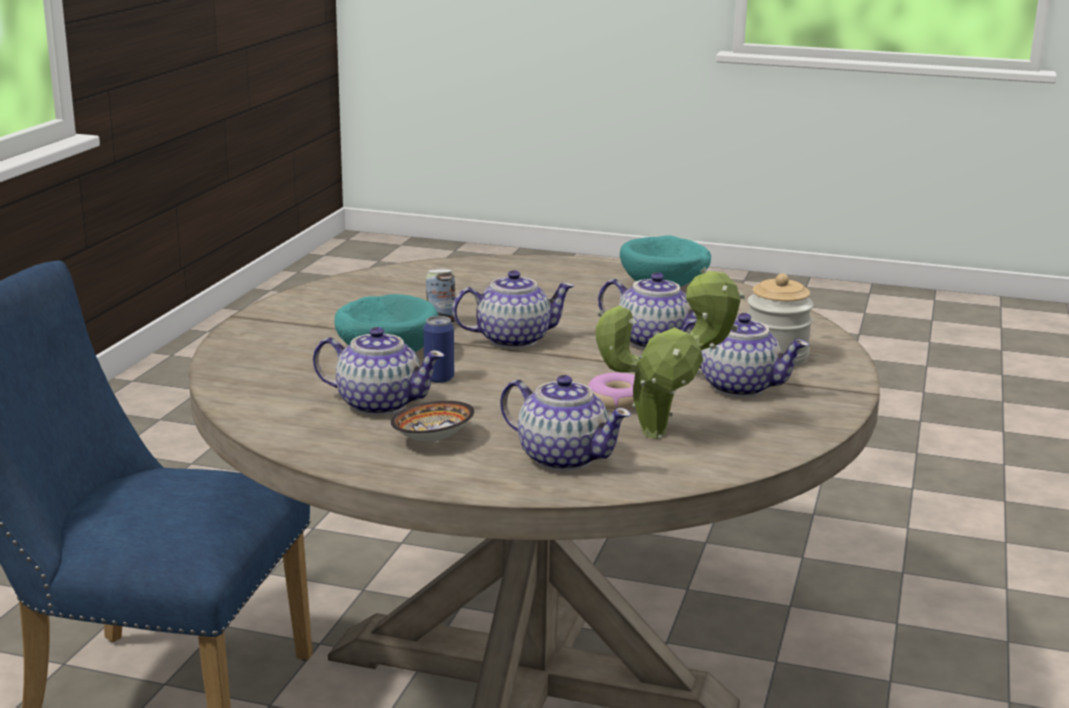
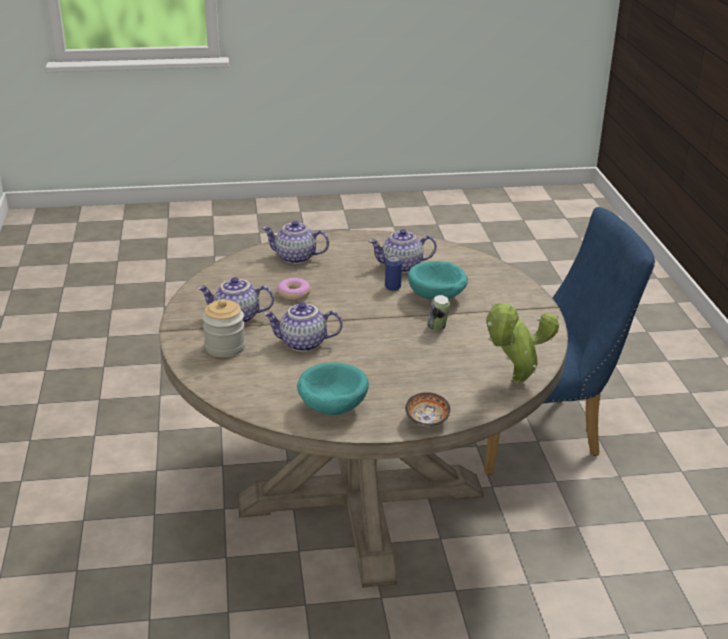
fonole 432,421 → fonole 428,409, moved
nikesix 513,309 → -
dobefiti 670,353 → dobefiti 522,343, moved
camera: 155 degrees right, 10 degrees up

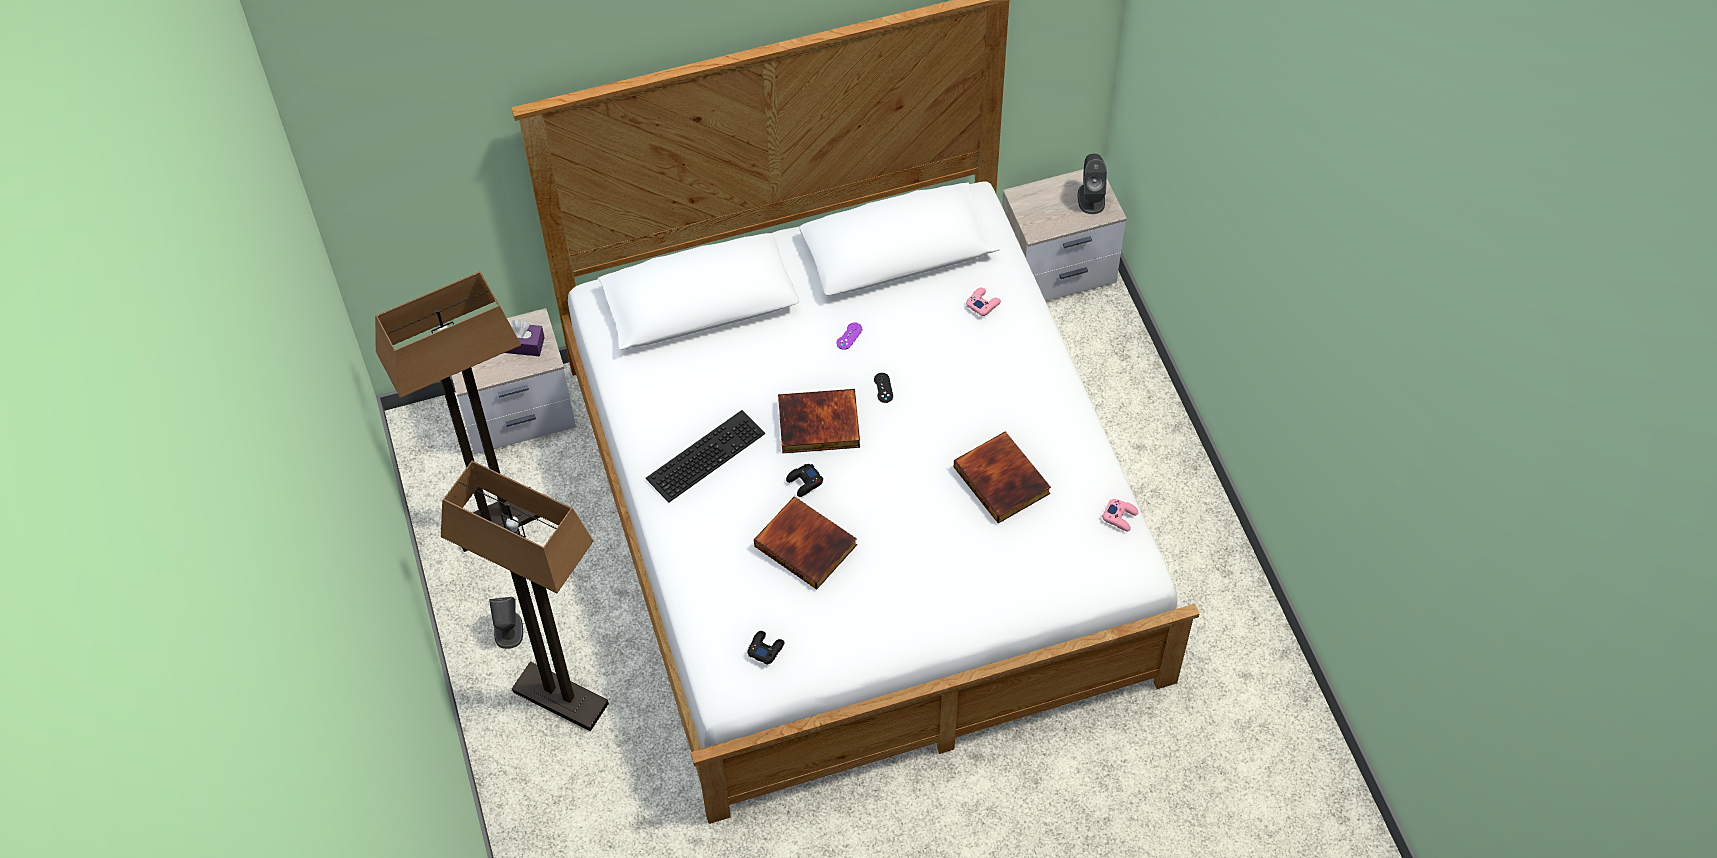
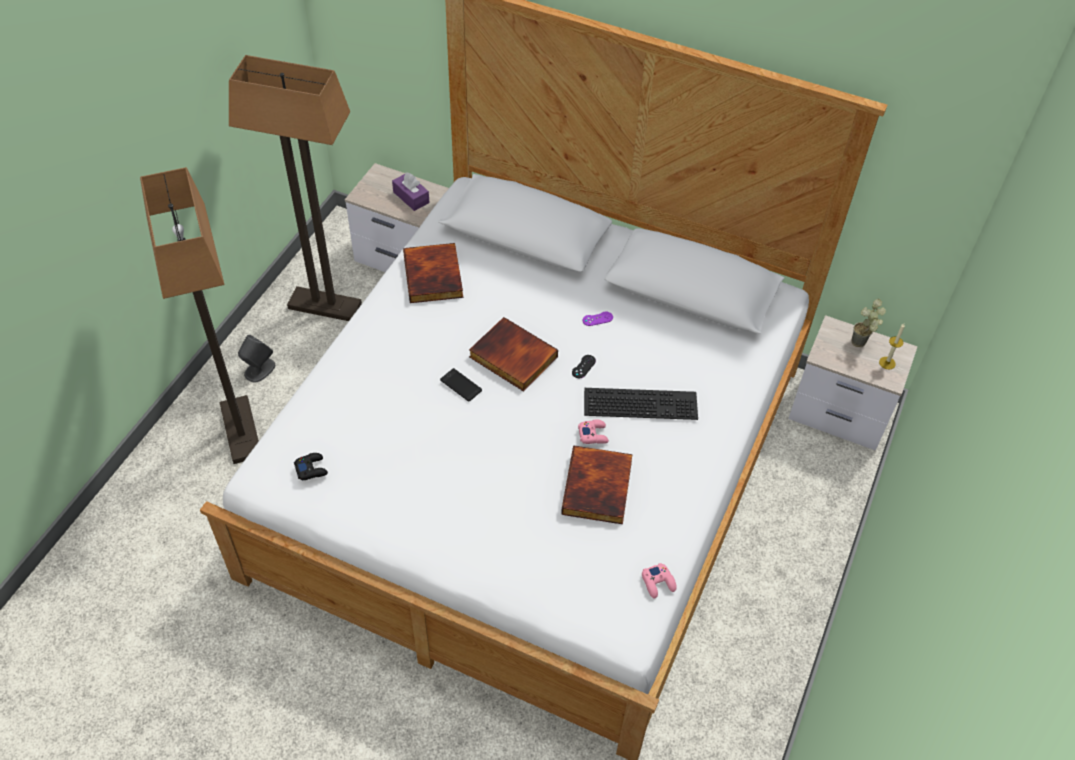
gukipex 705,456 → gukipex 641,404, moved
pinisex 805,542 → pinisex 433,273, moved
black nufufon 804,480 → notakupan 461,385
pink nufufon 983,302 → pink nufufon 593,432, moved
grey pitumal 1092,184 → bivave 892,347
- → dobefiti 869,323
camera: 40 degrees right, 5 degrees down

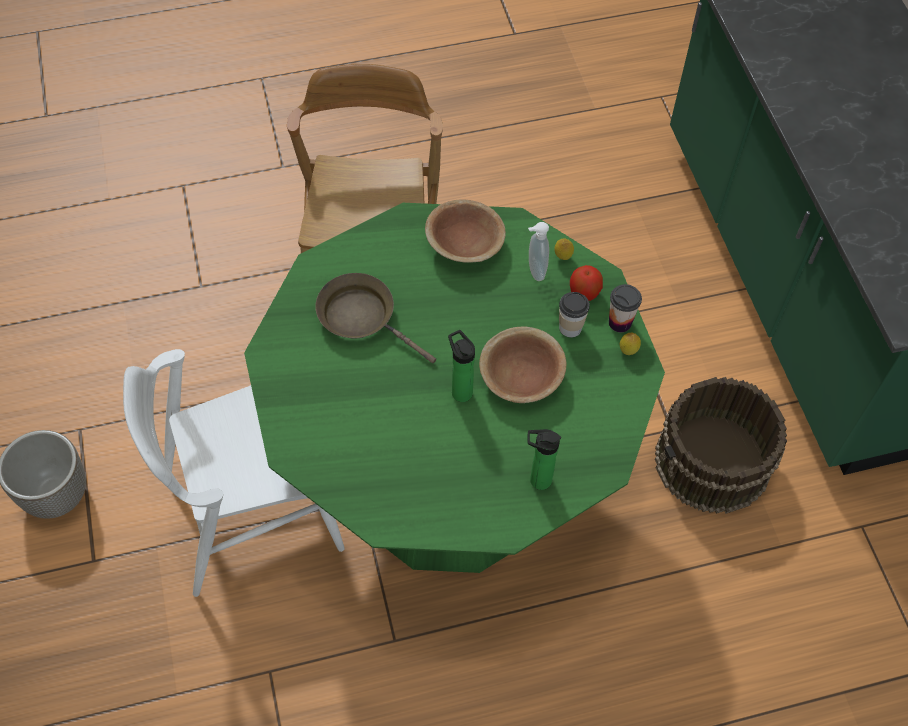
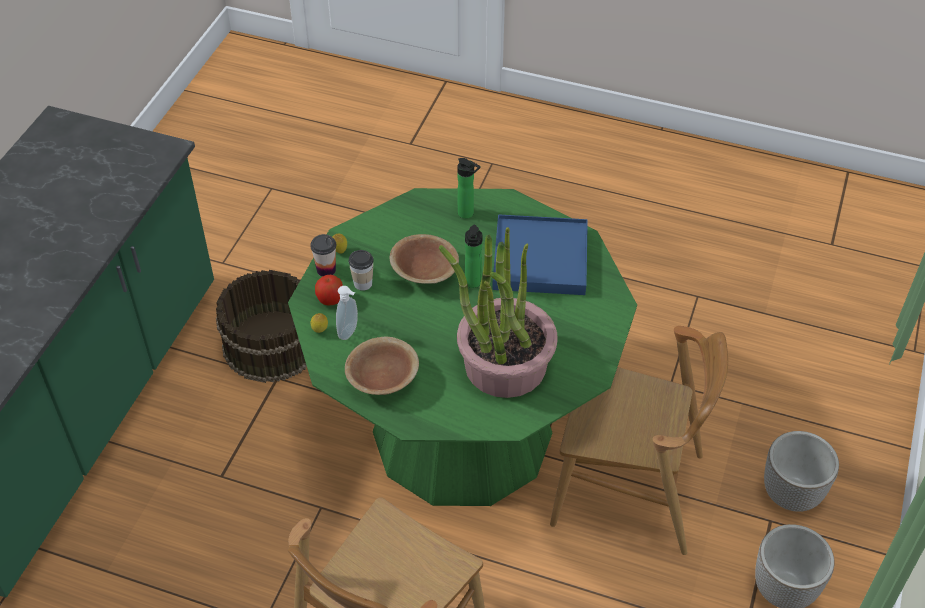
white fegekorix 234,473 → brown fegekorix 639,440
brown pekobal 376,318 → dobefiti 498,312
- → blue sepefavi 540,254
- → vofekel 801,471
camera: 145 degrees left, 10 degrees down

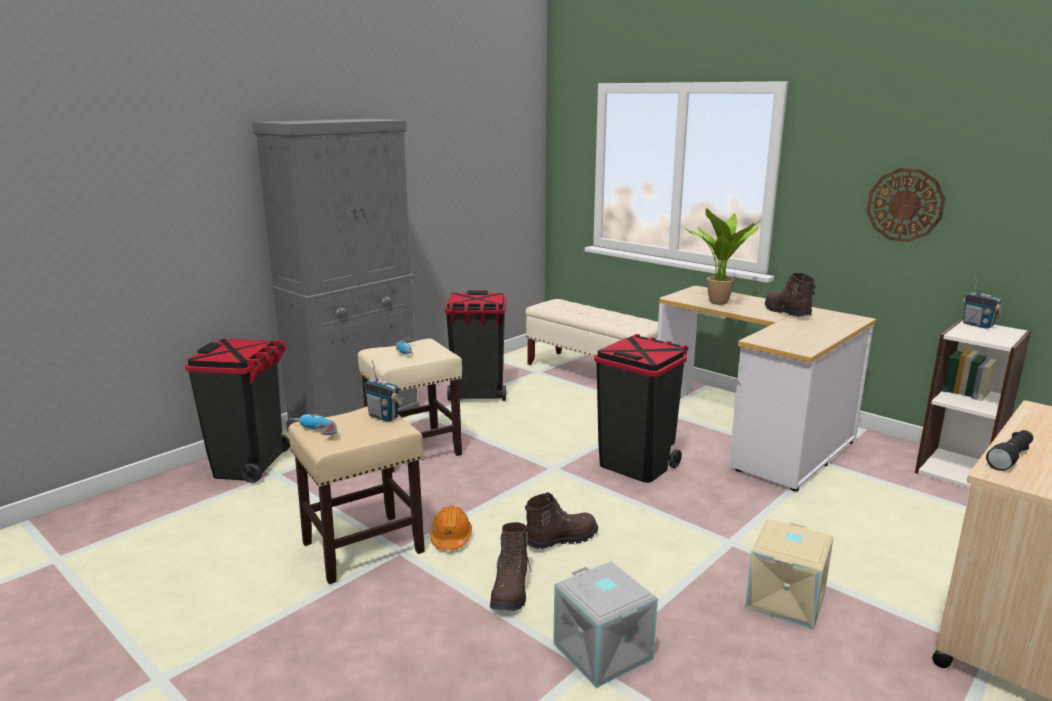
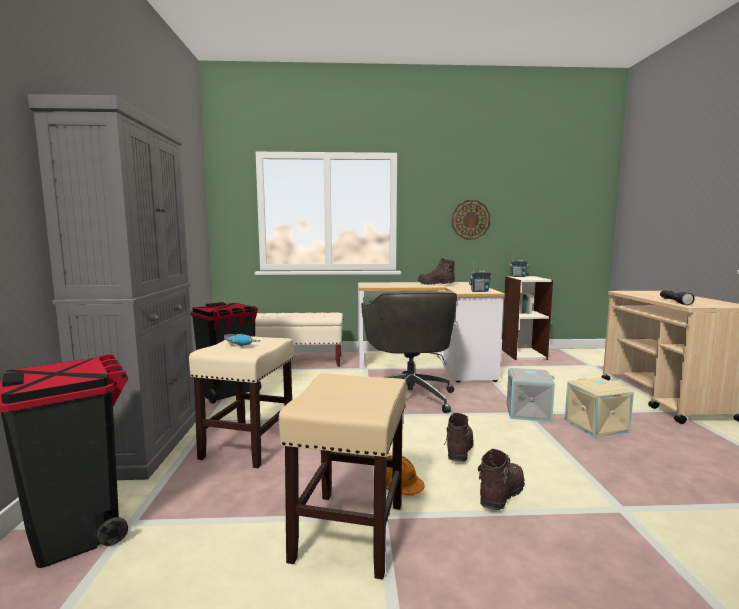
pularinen 313,424 → -
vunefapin 383,391 → vunefapin 480,277, moved
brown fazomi 511,566 → brown fazomi 501,479, 105 degrees counterclockwise
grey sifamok 605,624 → grey sifamok 531,395, moved
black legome 641,408 → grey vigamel 409,352
dobefiti 721,256 → -
camera: 45 degrees left, 10 degrees down

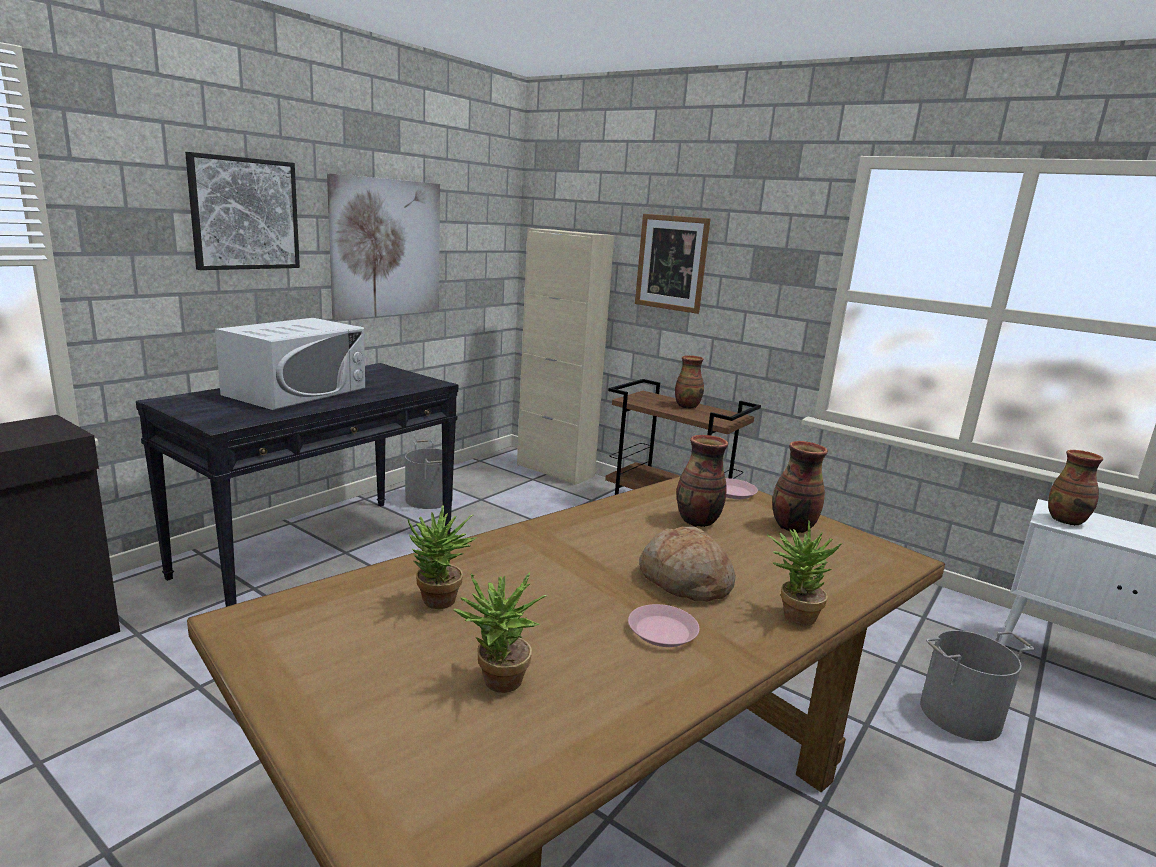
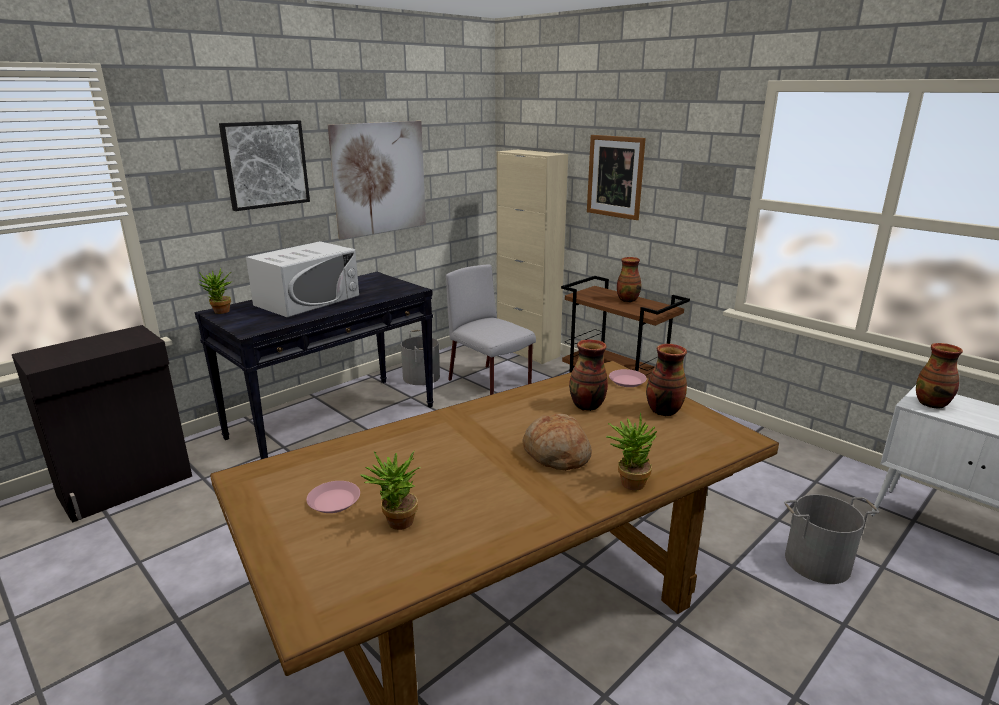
dobefiti 443,557 → dobefiti 215,291, moved
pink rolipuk 663,625 → pink rolipuk 333,497, moved
- → grey fegekorix 491,329
camera: 10 degrees right, 5 degrees up

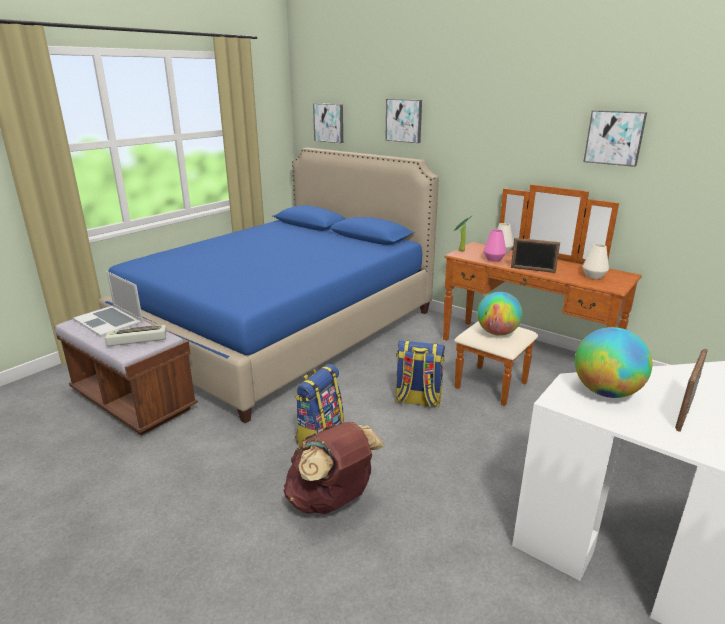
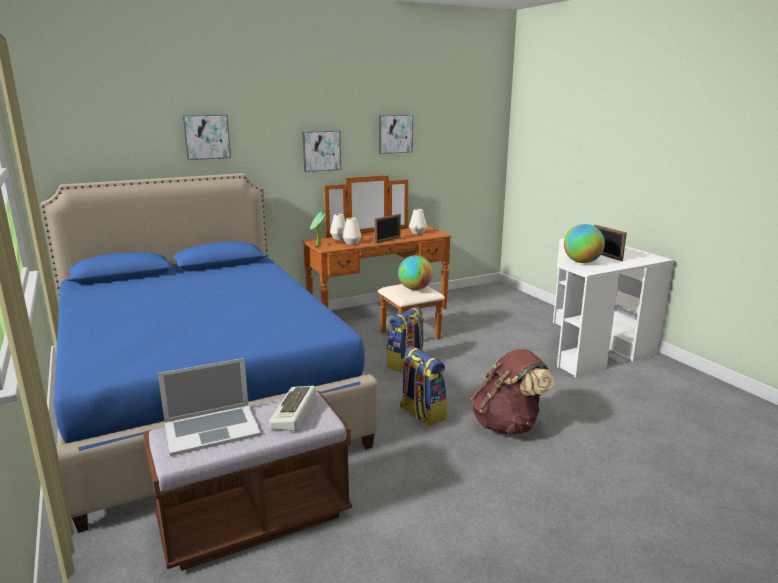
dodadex 328,123 → dodadex 321,151, moved
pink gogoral 494,245 → white gogoral 351,231
camera: 65 degrees left, 5 degrees down

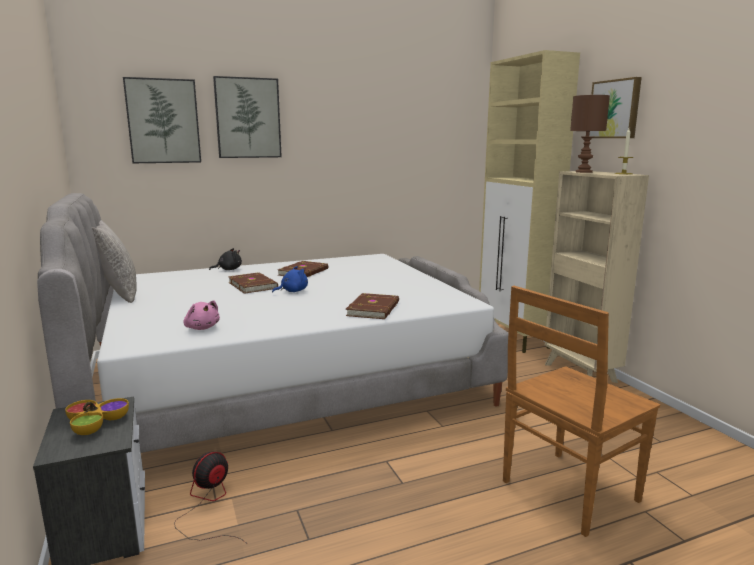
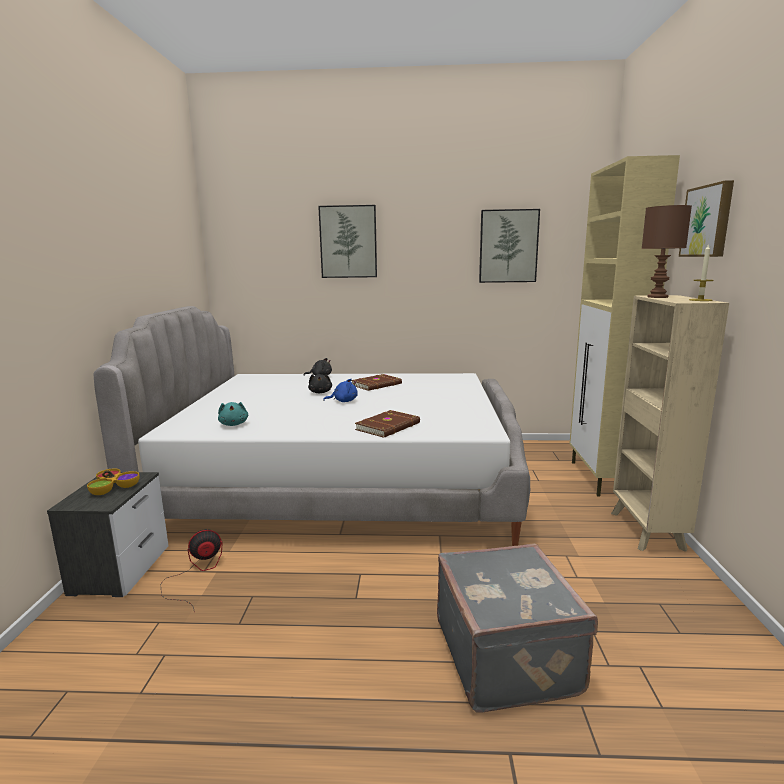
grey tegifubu 114,261 → -
dodadex 162,120 → dodadex 509,246, moved
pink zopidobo 201,315 → turquoise zopidobo 233,414
brown pinisex 253,283 → black zopidobo 320,383
brown fegekorix 581,411 → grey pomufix 517,628
camera: 25 degrees right, 0 degrees up

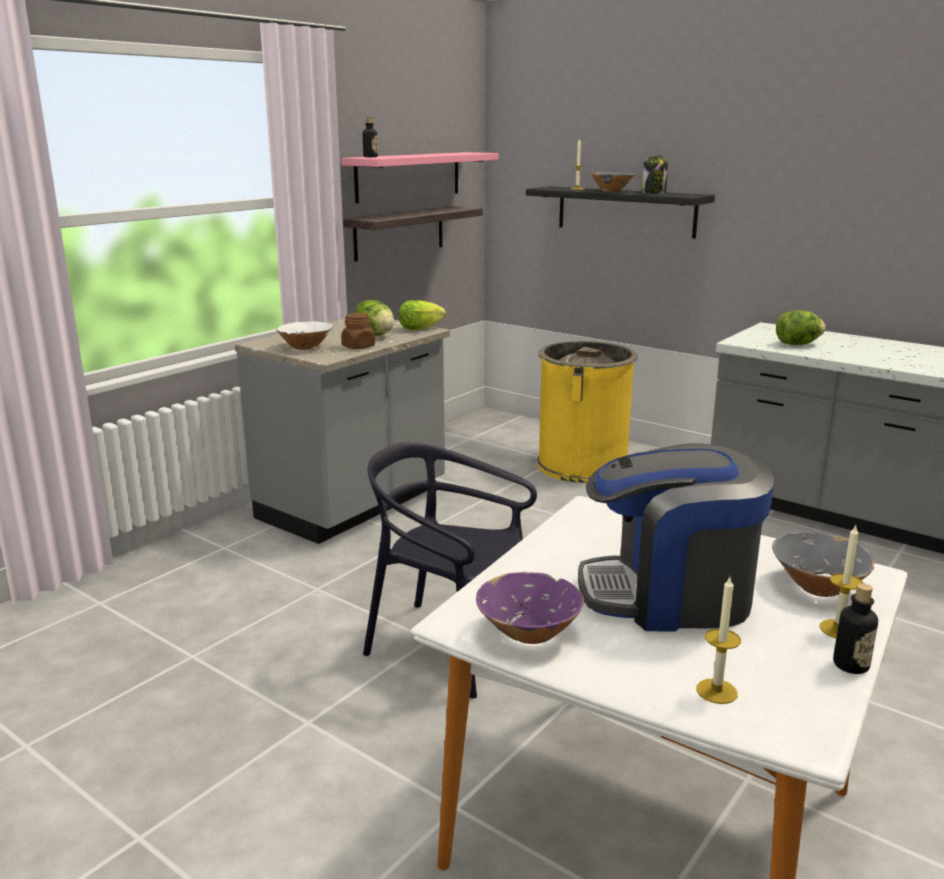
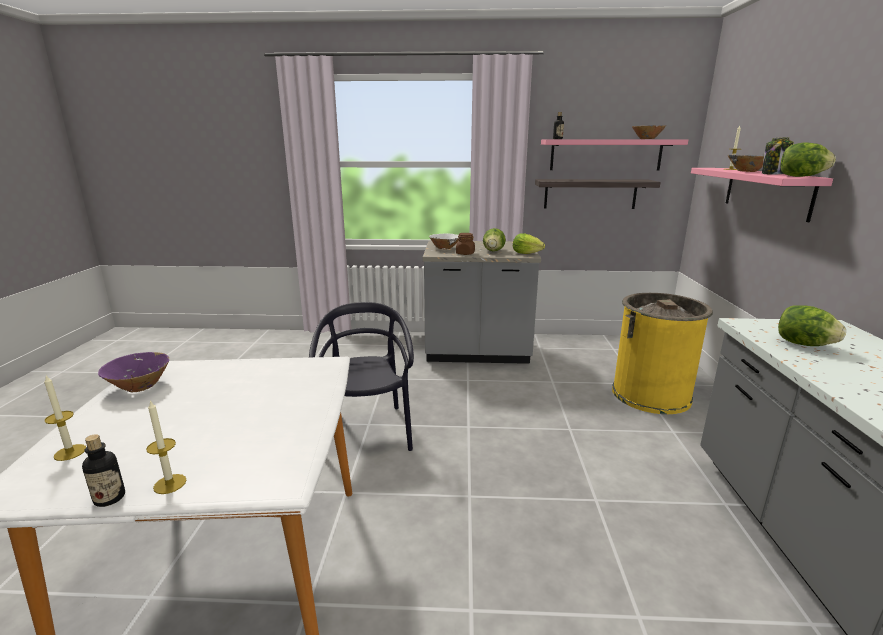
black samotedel 620,212 → pink samotedel 762,195
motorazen 676,537 → -
grey fonole 823,564 → grey fonole 649,132, moved
- → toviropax 808,160
camera: 55 degrees right, 0 degrees up

